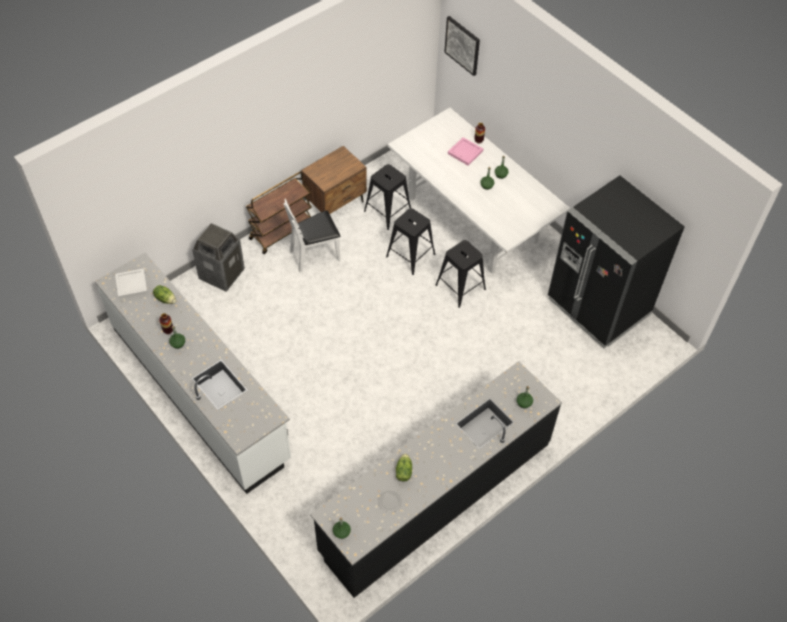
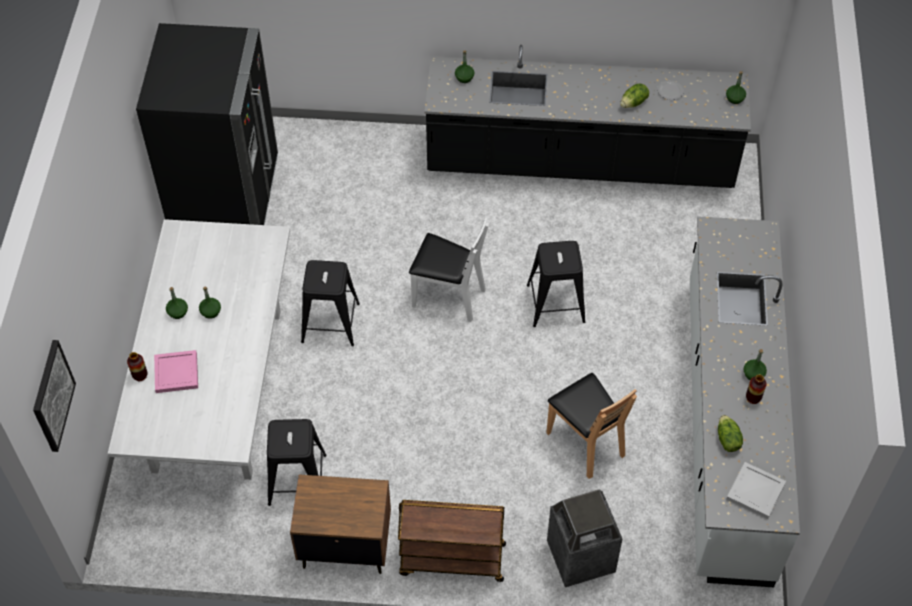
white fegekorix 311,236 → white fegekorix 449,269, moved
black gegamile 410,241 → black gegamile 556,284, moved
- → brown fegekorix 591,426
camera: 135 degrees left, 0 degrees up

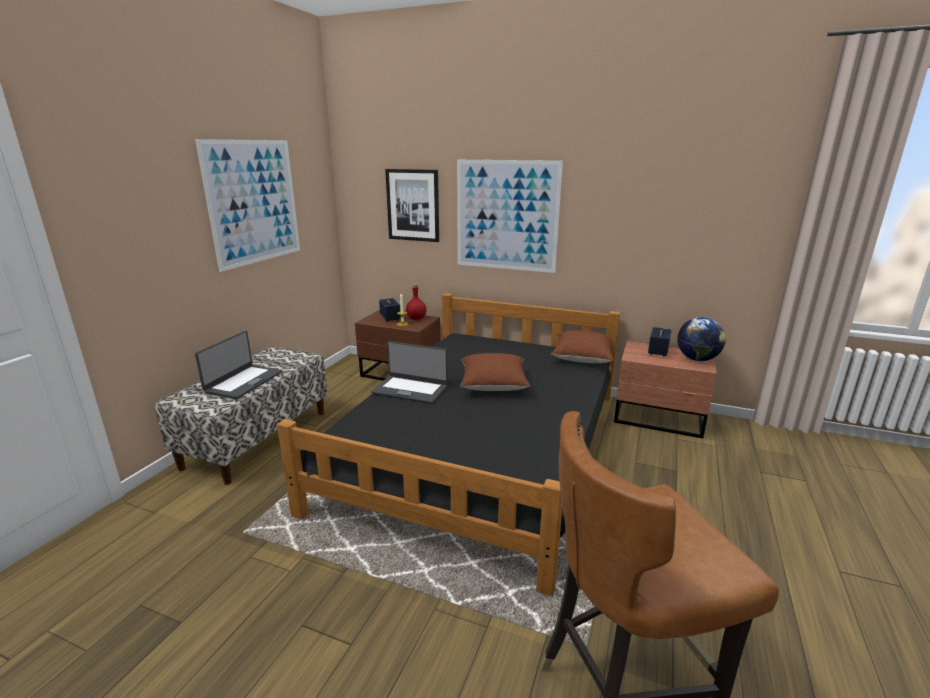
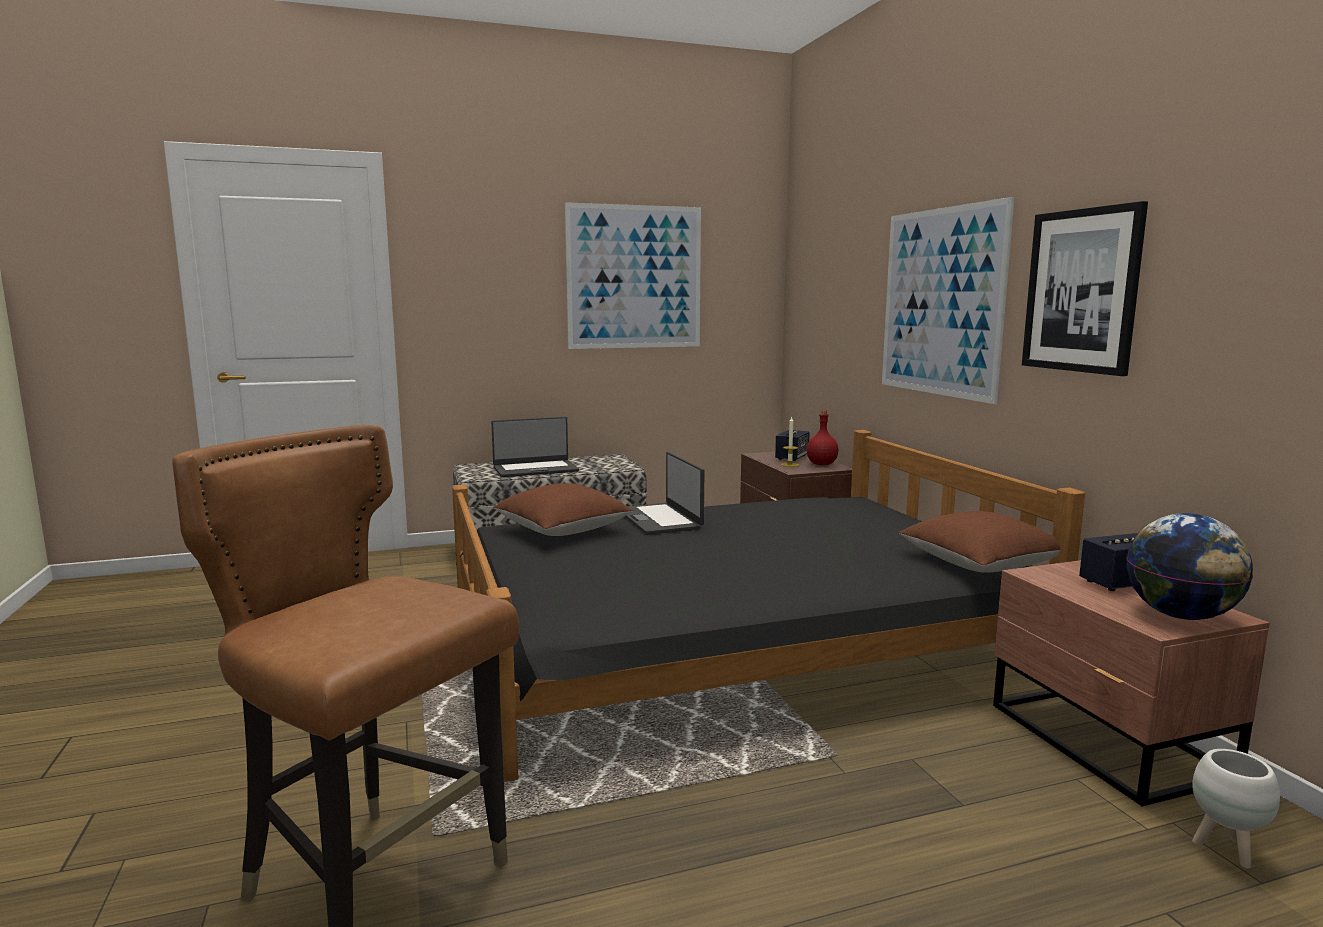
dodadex 412,205 → dodadex 1085,288, moved
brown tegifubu 495,372 → brown tegifubu 563,509, moved
- → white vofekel 1236,809
camera: 50 degrees right, 10 degrees down

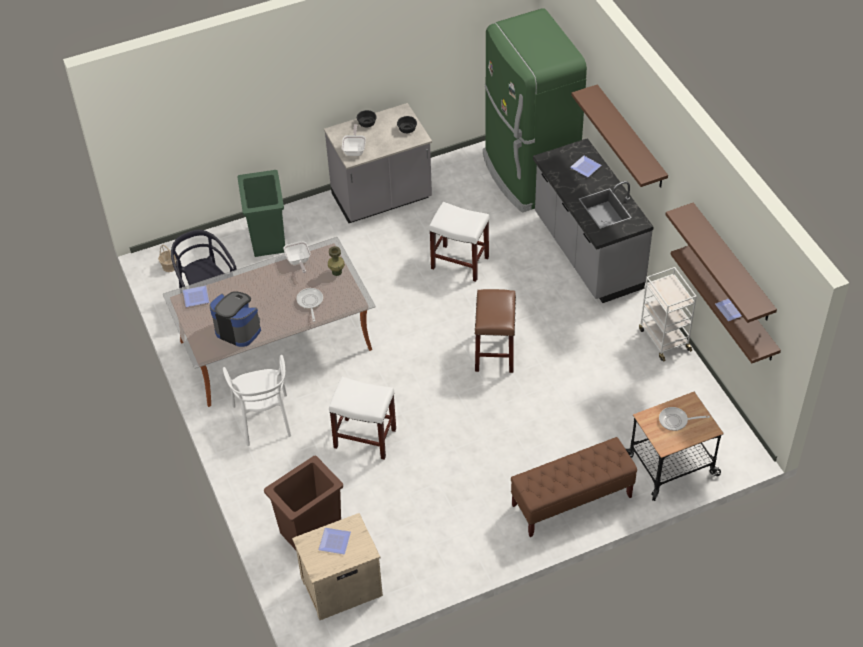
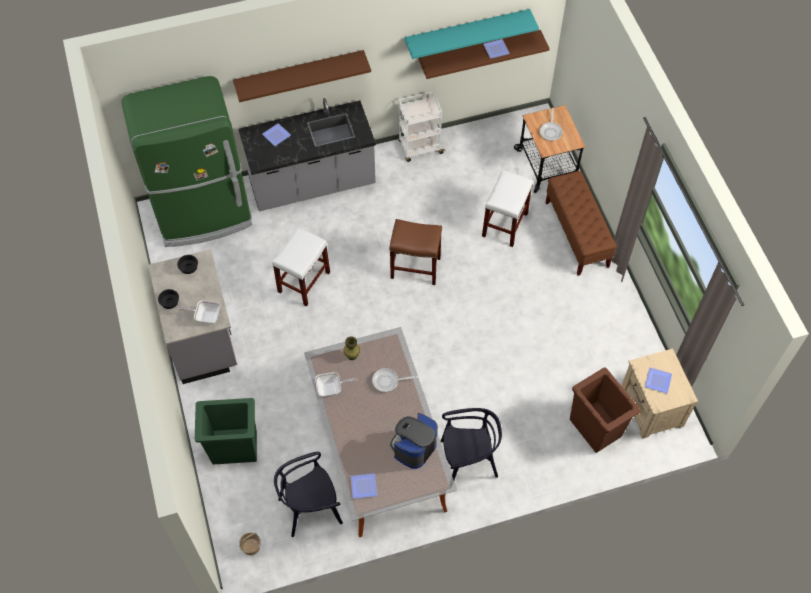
white fegekorix 257,400 → black fegekorix 471,444
white gegamile 362,418 → white gegamile 507,208, moved
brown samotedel 721,263 → turquoise samotedel 471,34
camera: 85 degrees left, 10 degrees up

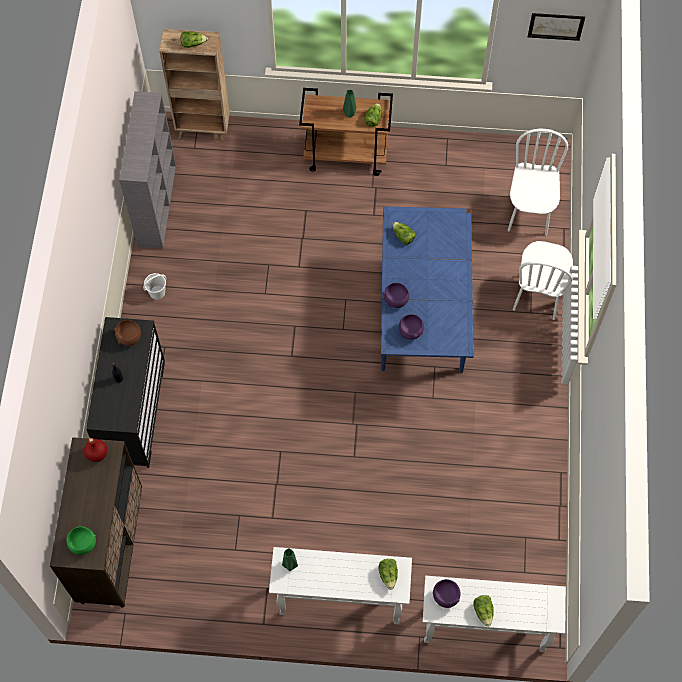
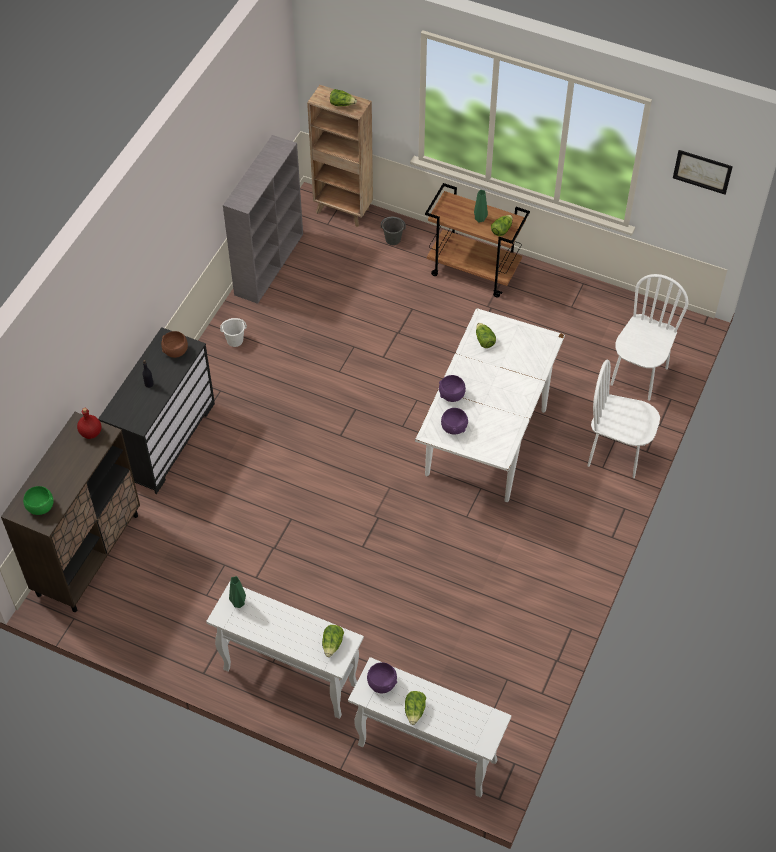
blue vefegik 427,289 → white vefegik 490,405
white fegekorix 543,280 → white fegekorix 623,419, 75 degrees clockwise
- → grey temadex 393,231
camera: 20 degrees right, 10 degrees down

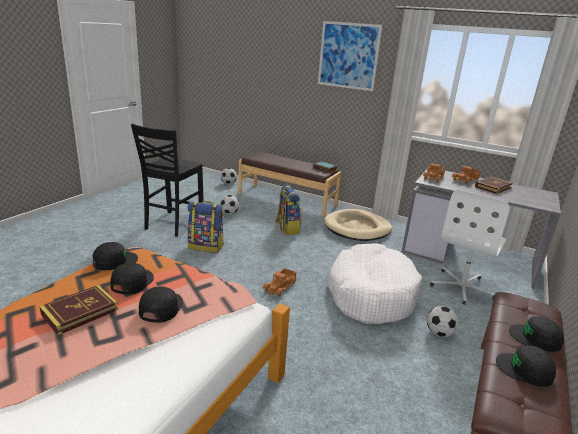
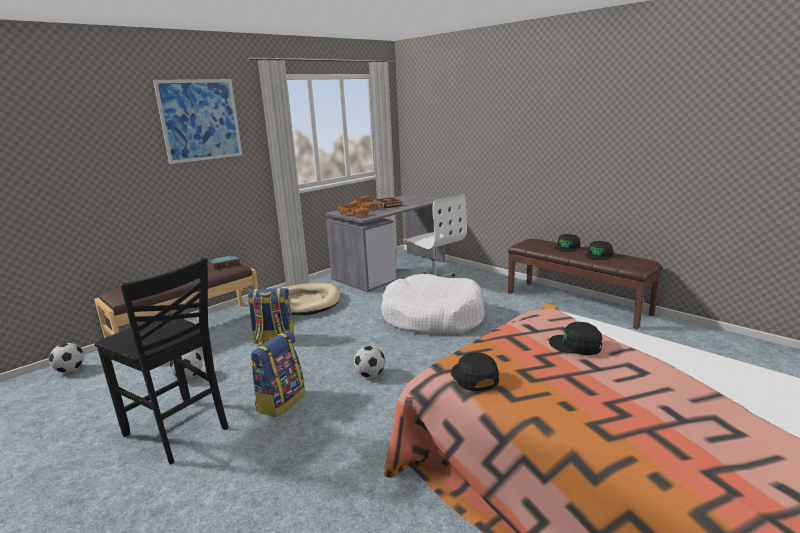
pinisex 78,310 → -
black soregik 132,279 → -
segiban 280,282 → -
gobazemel 443,321 → gobazemel 369,362, moved
camera: 70 degrees left, 5 degrees down

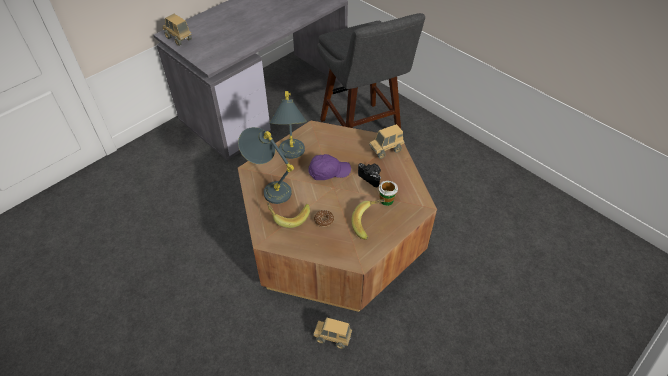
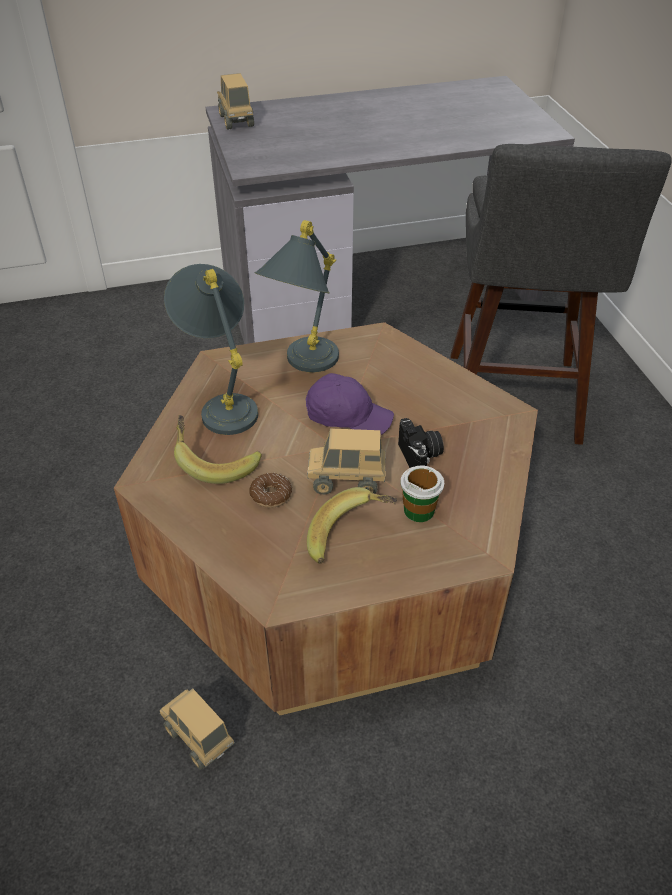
segiban 387,141 → segiban 346,461, moved
camera: 30 degrees right, 5 degrees down

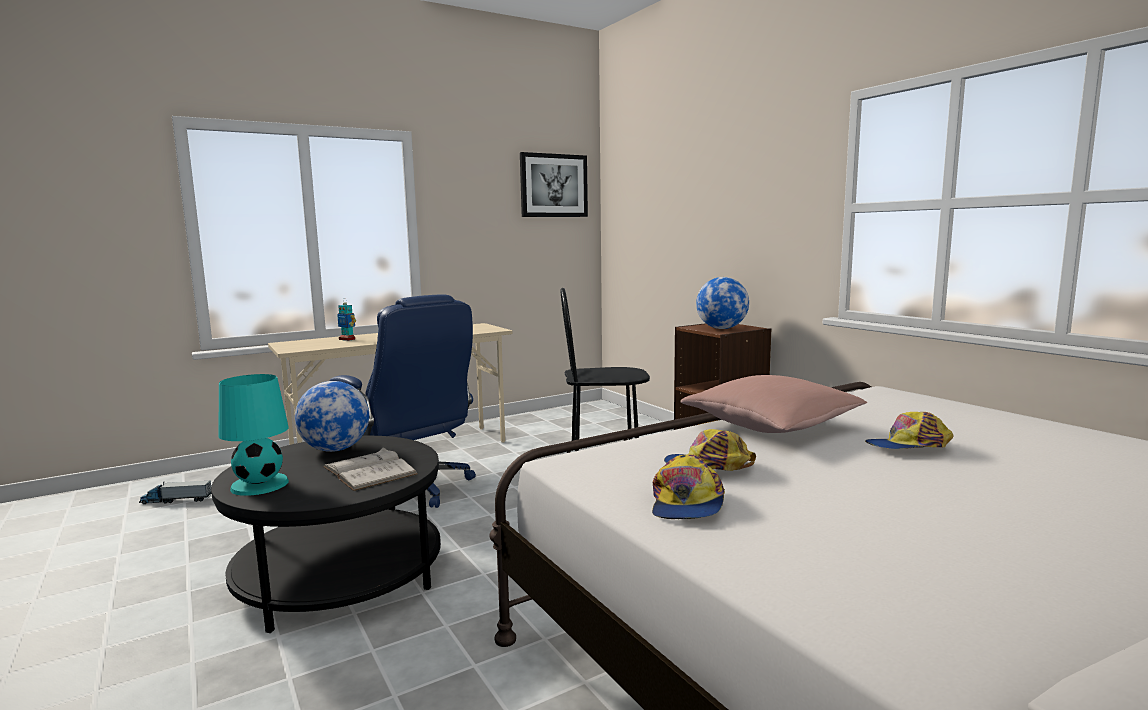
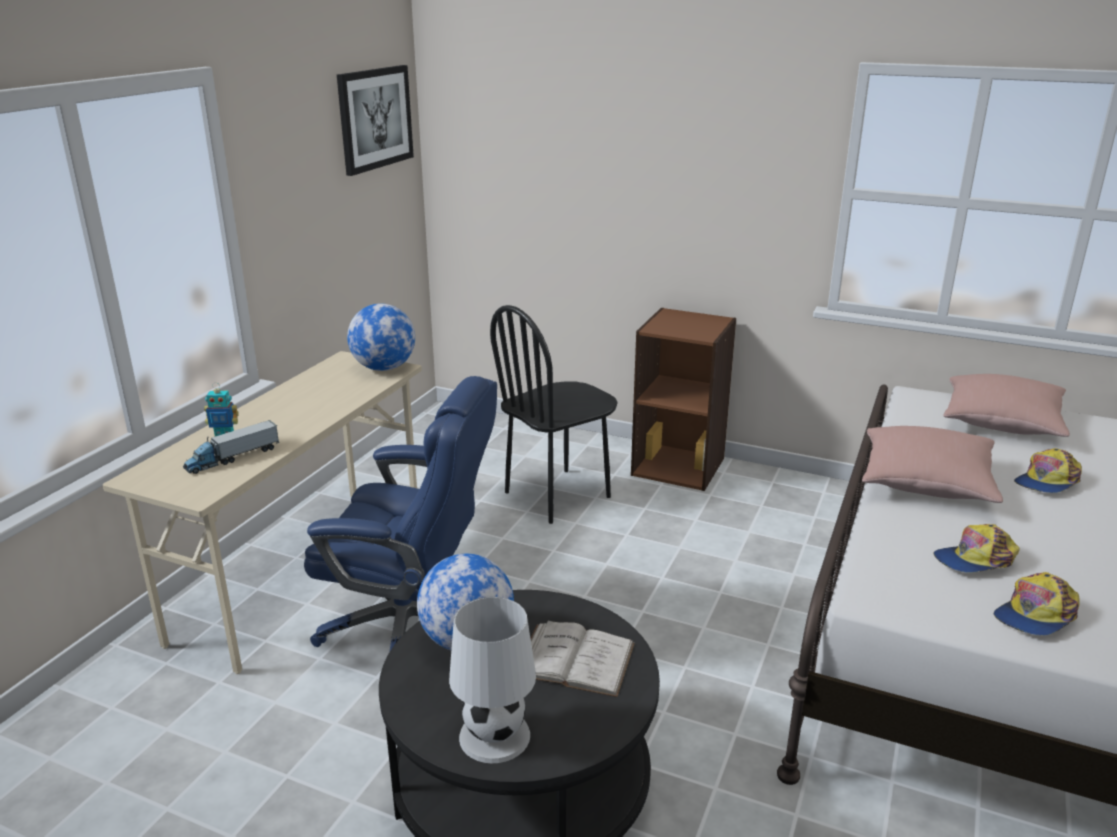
segiban 175,492 → segiban 231,447, moved
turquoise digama 253,435 → white digama 492,680
soregik 688,486 → soregik 1036,604, 75 degrees clockwise
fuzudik 722,303 → fuzudik 381,337, moved
- → pink tegifubu 1006,405
camera: 35 degrees left, 15 degrees up

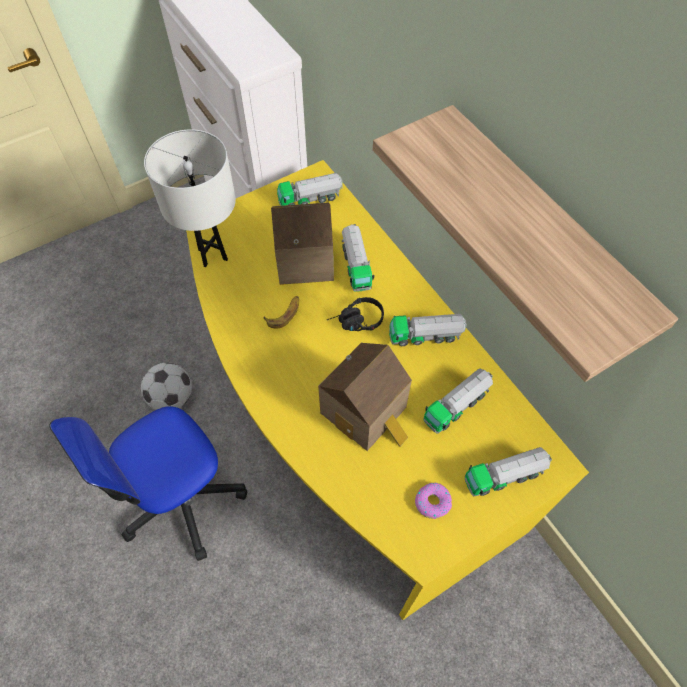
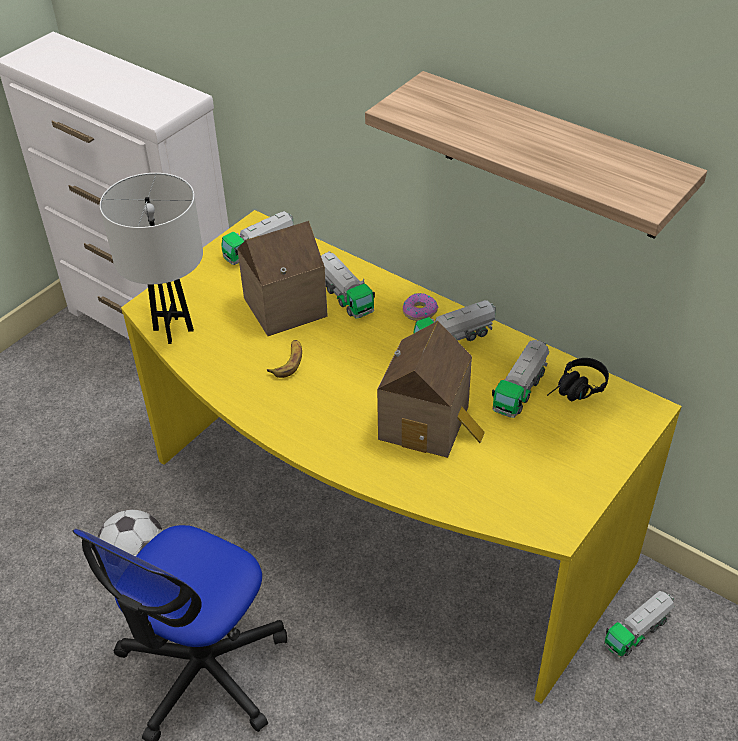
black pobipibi 355,314 → black pobipibi 578,379, moved
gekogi 433,501 → gekogi 420,307, moved
segiban 508,472 → segiban 639,625, moved
camera: 20 degrees left, 15 degrees down

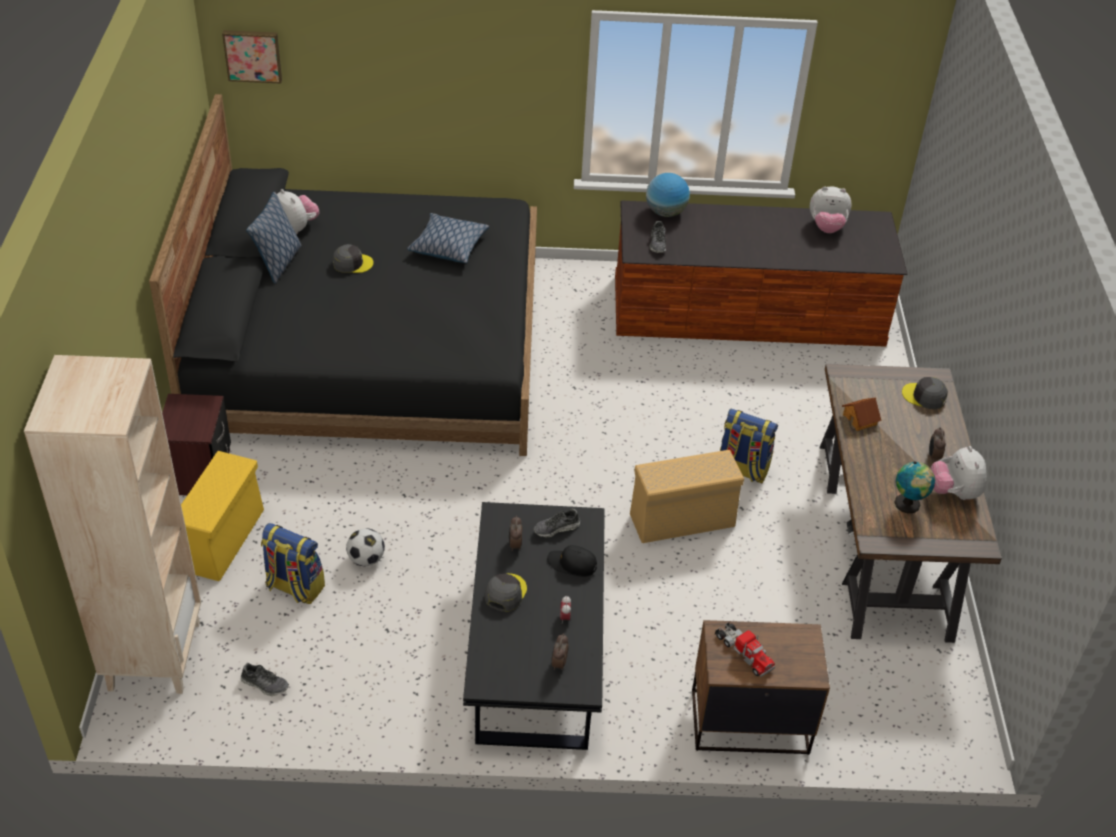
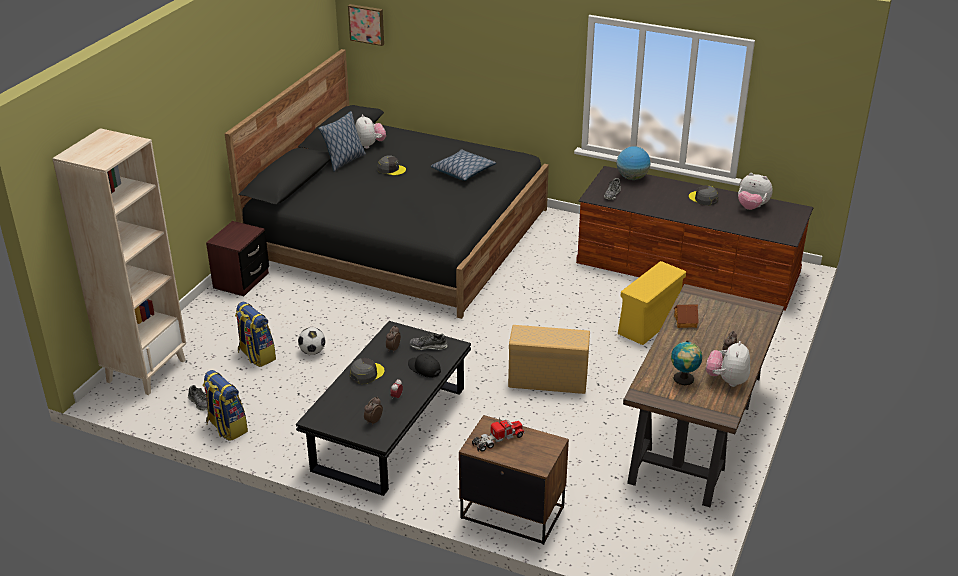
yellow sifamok 222,516 → yellow sifamok 652,303, moved
segiban 745,650 → segiban 498,435, 105 degrees counterclockwise
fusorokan 749,446 → fusorokan 225,405, moved
grey soregik 925,393 → grey soregik 703,195, moved
camera: 25 degrees right, 10 degrees down

